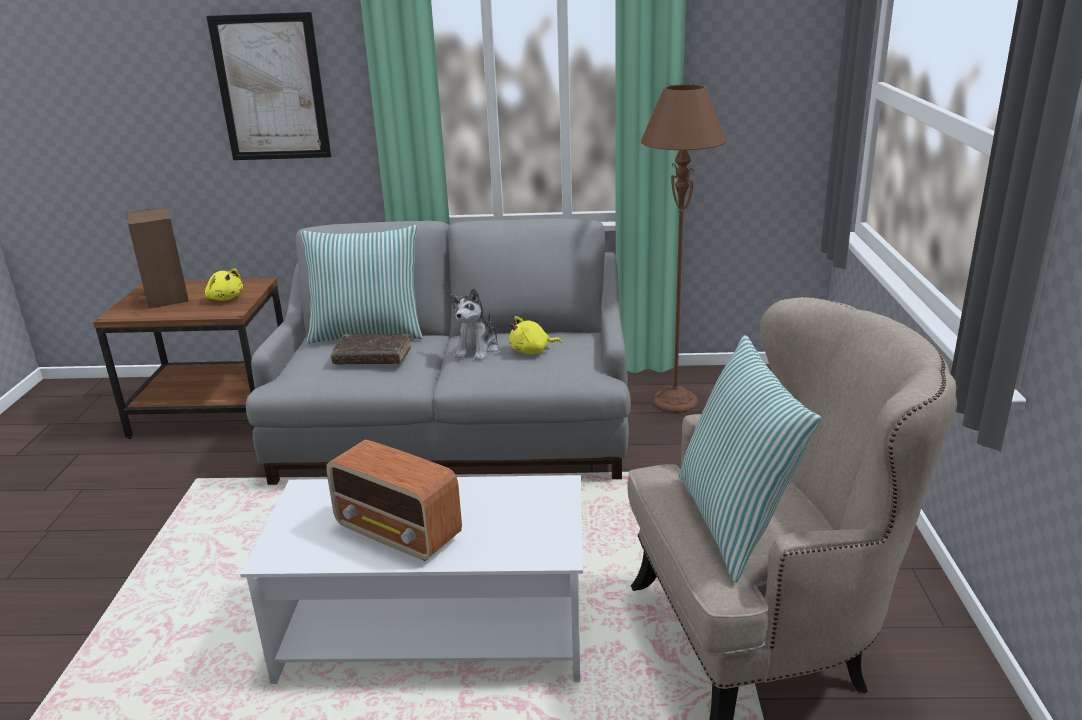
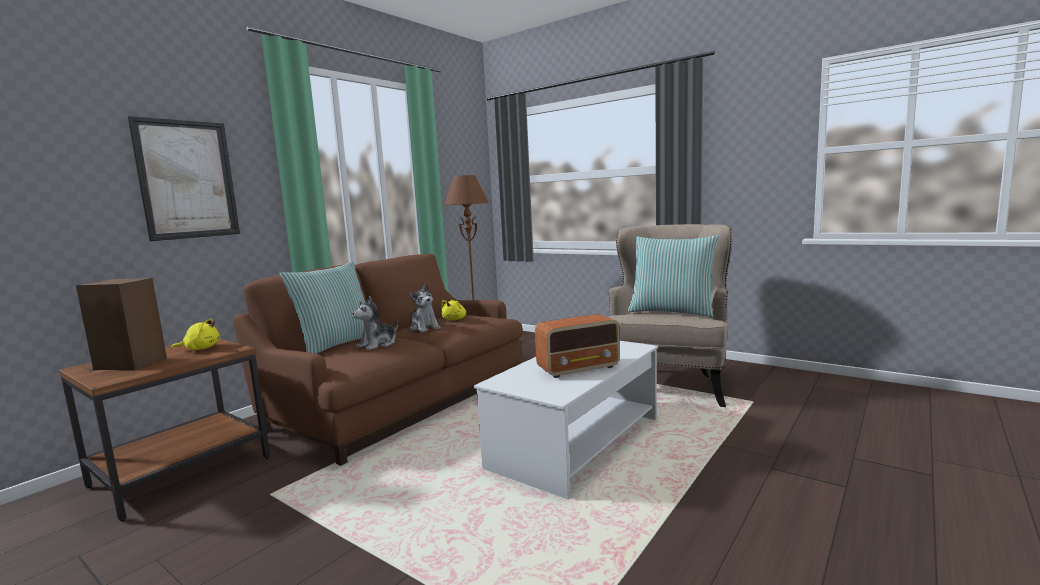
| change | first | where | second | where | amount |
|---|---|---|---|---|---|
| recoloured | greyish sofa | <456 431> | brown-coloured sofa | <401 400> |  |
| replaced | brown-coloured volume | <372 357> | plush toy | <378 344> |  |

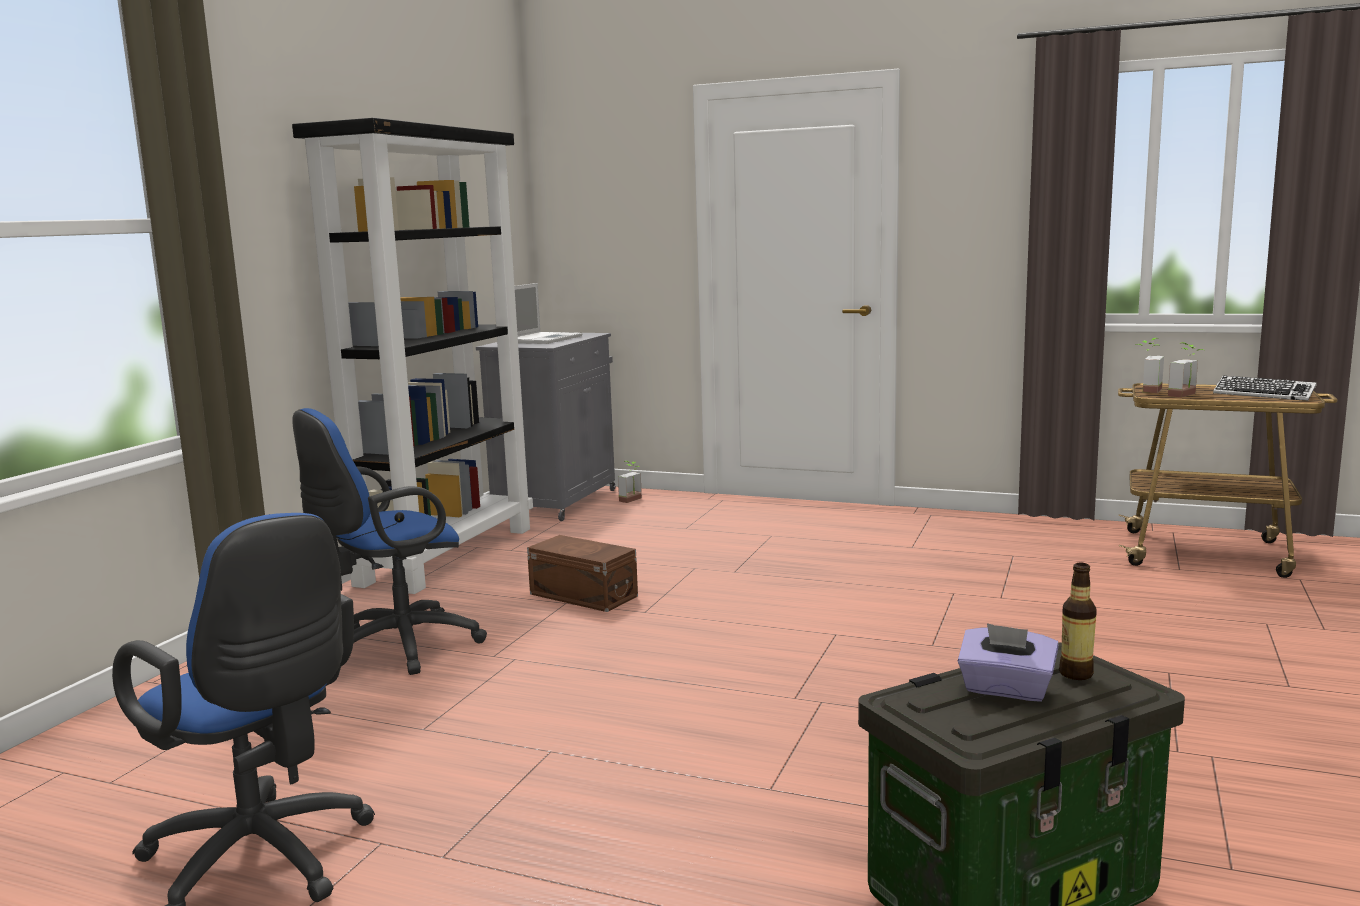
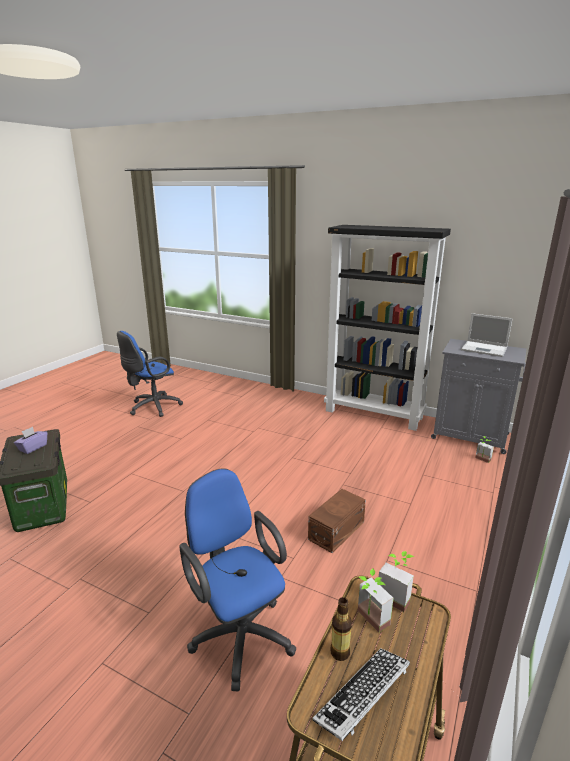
| change | first | where | second | where | amount |
|---|---|---|---|---|---|
| moved | blue-coloured office chair | <394 648> |  | <239 633> |  |
| moved | brown-coloured storage container | <583 596> |  | <335 530> |  |
| moved | beverage bottle | <1076 674> |  | <340 652> |  |

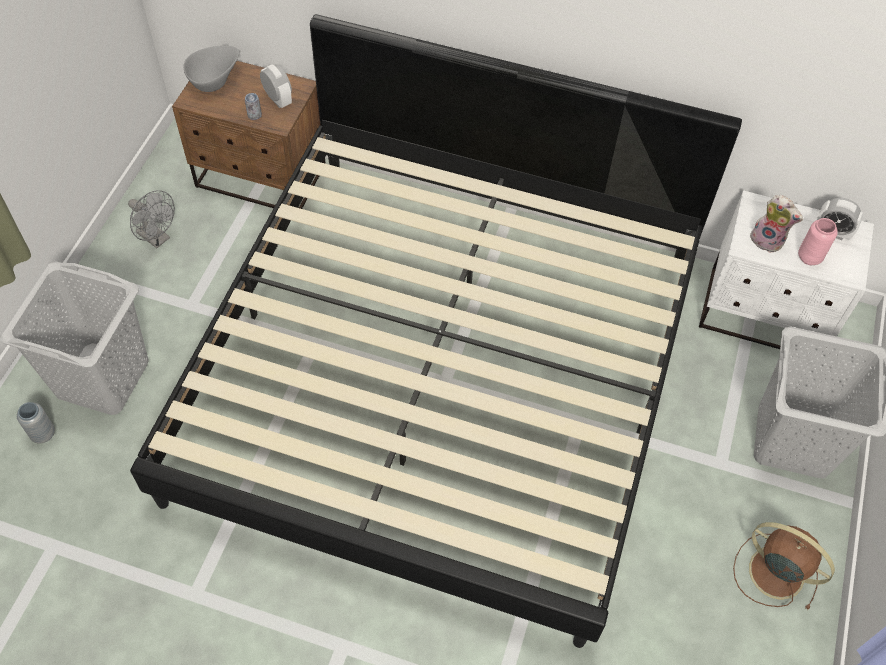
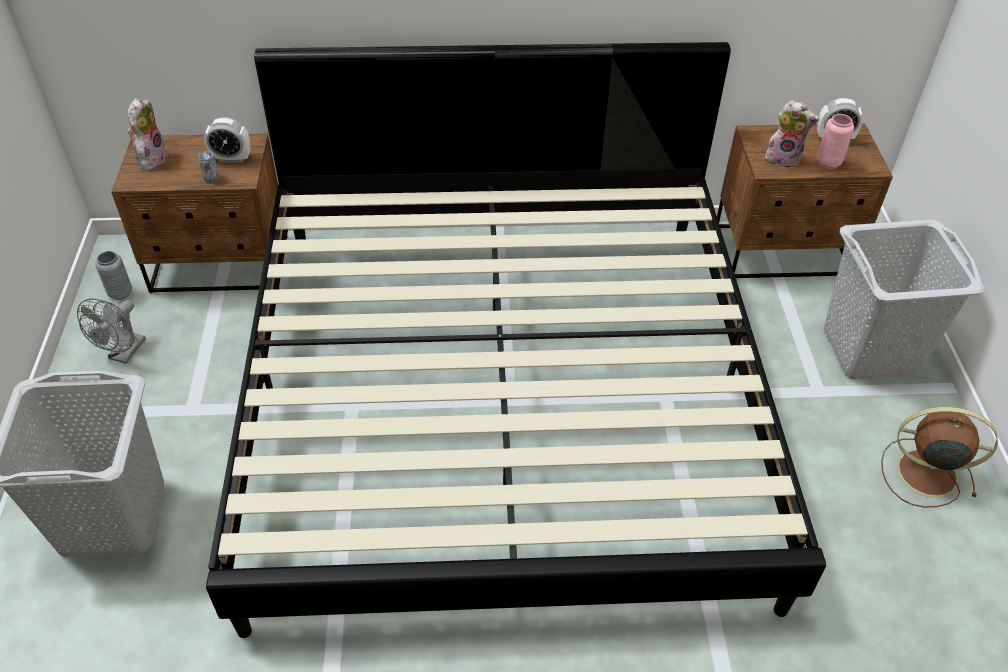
| change | first | where | second | where | amount |
|---|---|---|---|---|---|
| moved | greyish decorative vase | <43 434> |  | <120 293> |  |
| turned | greyish cooling fan | <157 238> |  | <124 354> | 90 degrees clockwise |
| replaced | greyish bowl | <214 81> | plush toy | <151 158> |  |
| turned | bedside clock | <278 99> |  | <231 158> | 150 degrees clockwise |
| recoloured | whitish nightstand | <765 315> | brown-coloured nightstand | <783 252> |  |

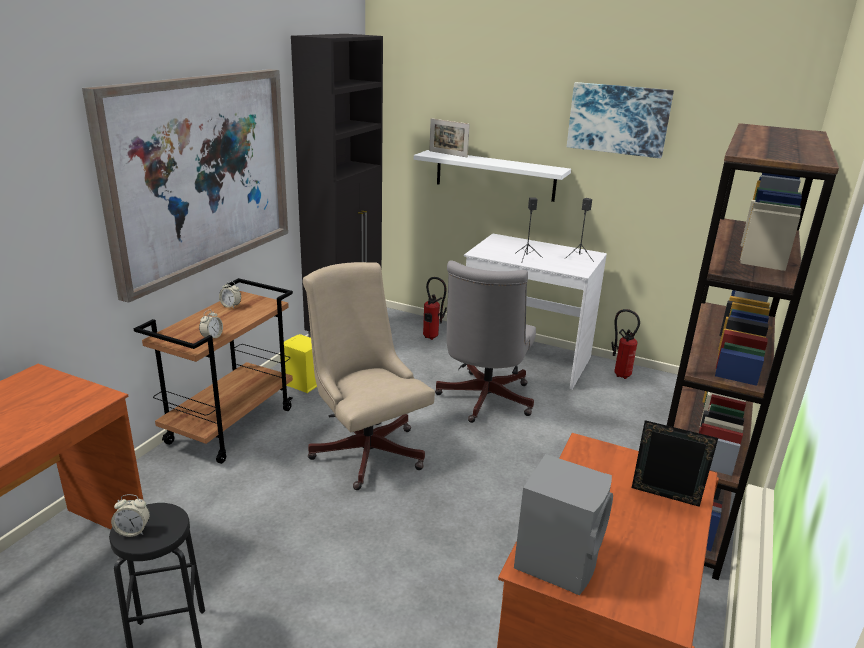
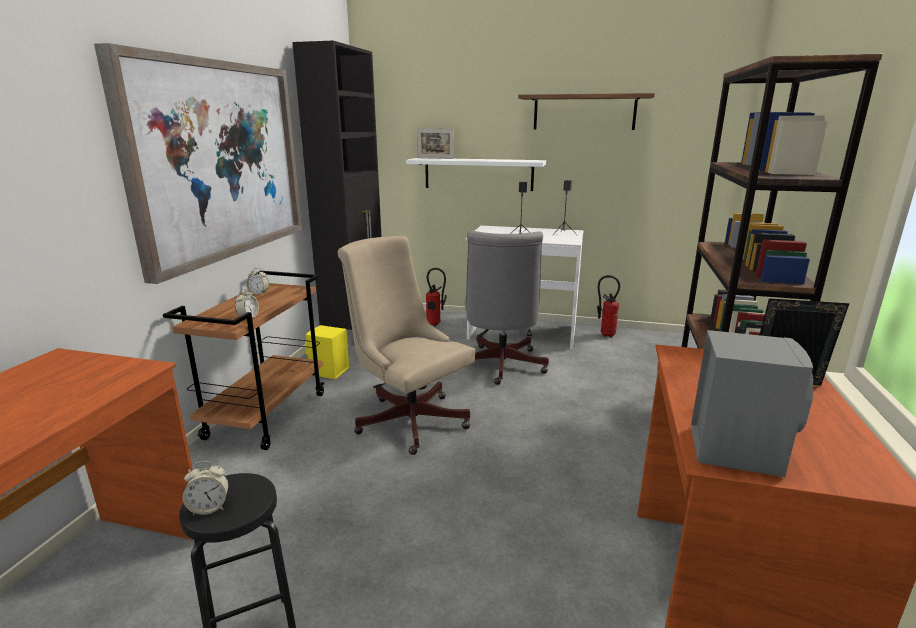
| change | first | where | second | where | amount |
|---|---|---|---|---|---|
| replaced | wall picture | <618 119> | bracket shelf | <584 112> |  |

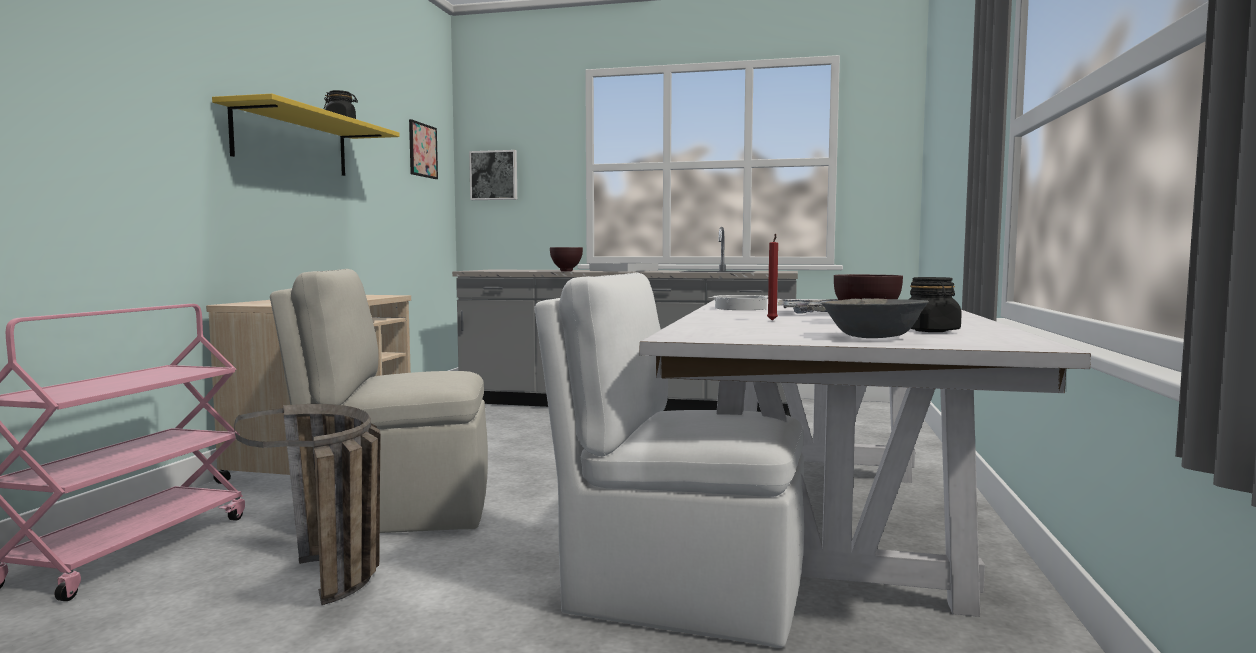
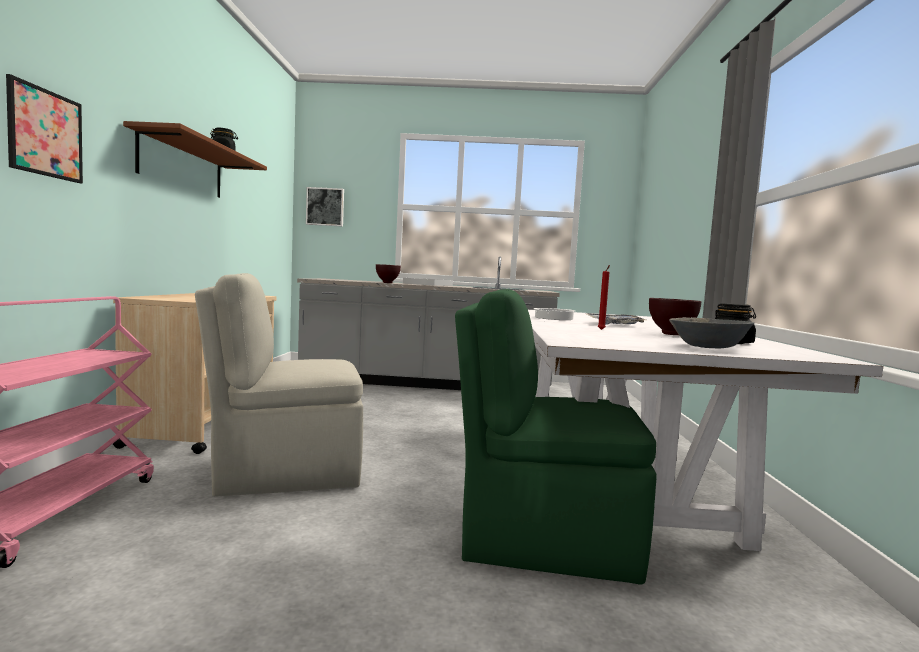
| change | first | where | second | where | amount |
|---|---|---|---|---|---|
| recoloured | yellow-coloured bracket shelf | <292 142> | brown-coloured bracket shelf | <182 166> |  |
| removed | household basket | <335 588> |  |  |  |
| moved | wall picture | <422 150> |  | <45 133> |  |
| recoloured | whitish chair | <680 592> | green-coloured chair | <543 538> |  |

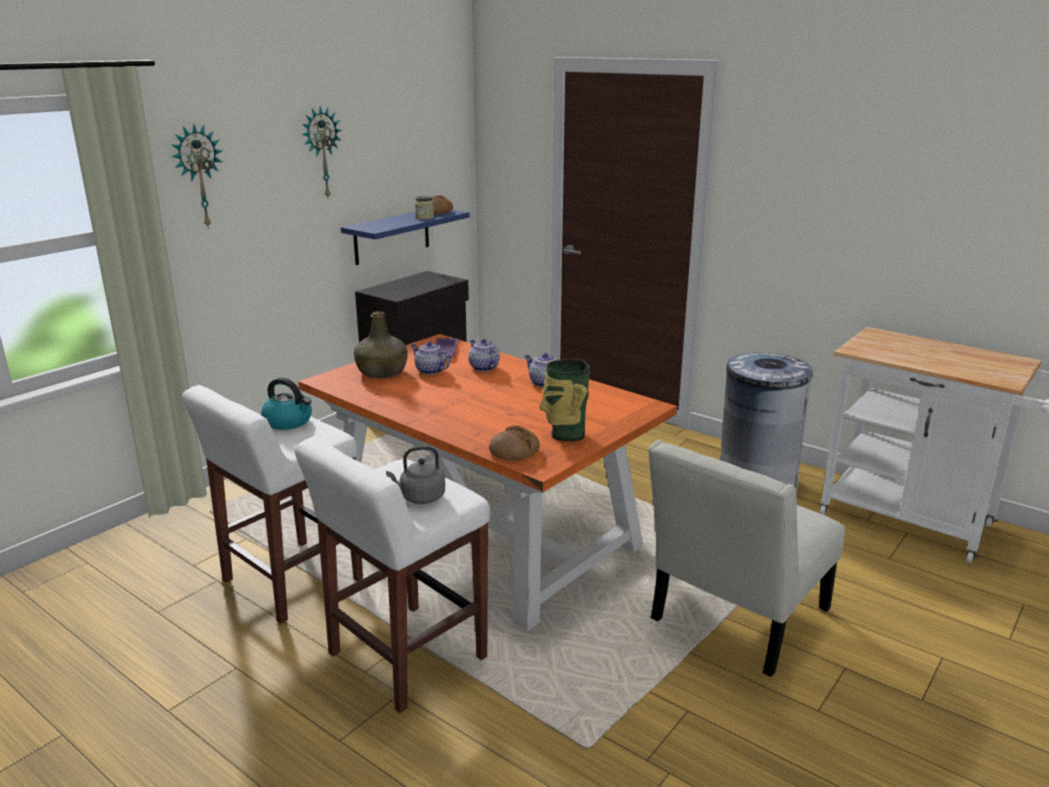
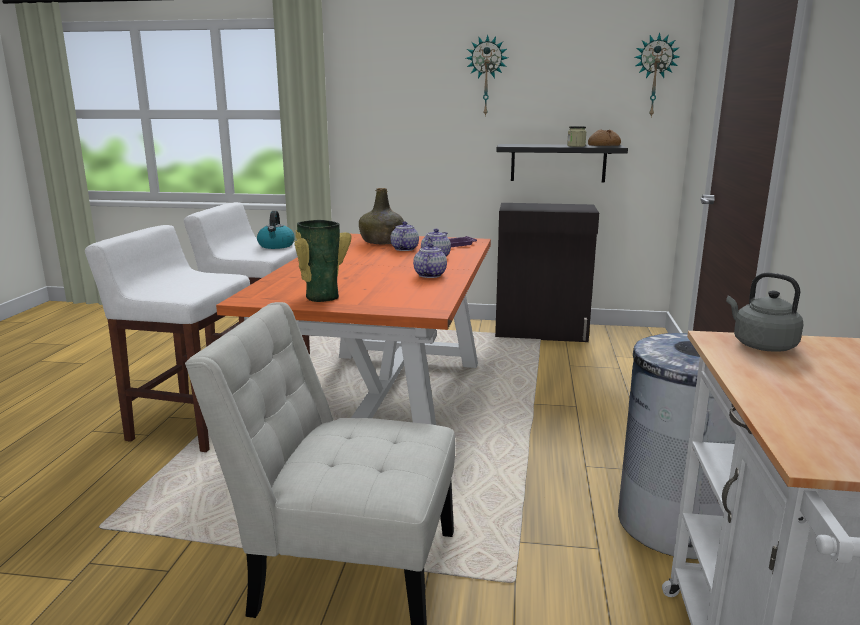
| change | first | where | second | where | amount |
|---|---|---|---|---|---|
| moved | hanging clock | <198 176> |  | <654 76> |  |
| recoloured | blue-coloured bracket shelf | <392 236> | black bracket shelf | <558 163> |  |
| moved | greyish tea kettle | <420 497> |  | <760 345> |  |
| removed | baked bread | <514 451> |  |  |  |

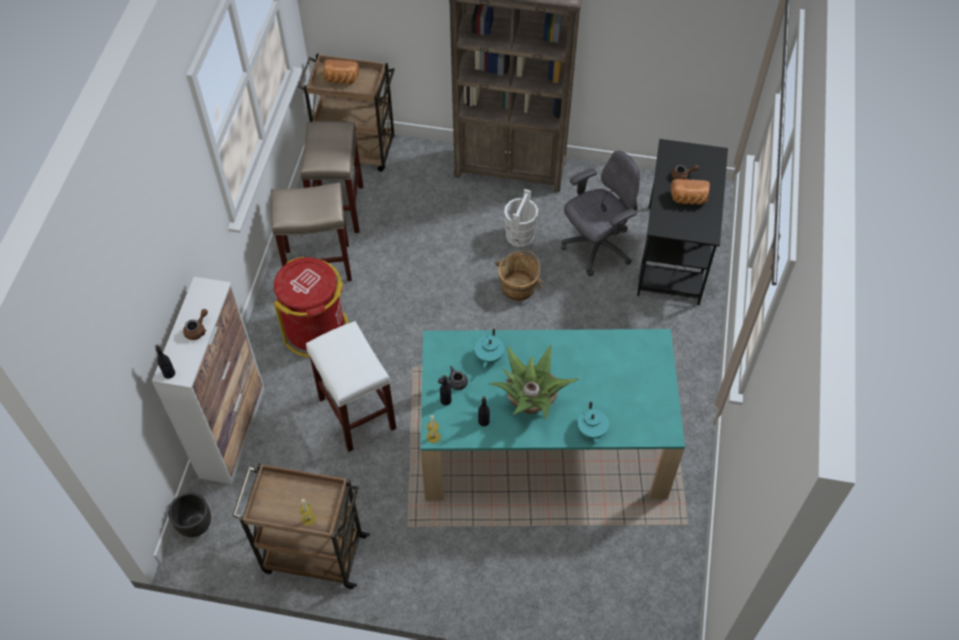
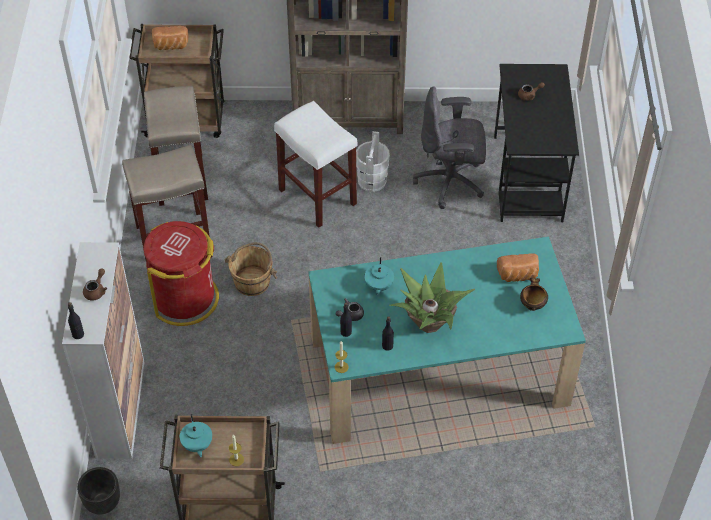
| change | first | where | second | where | amount |
|---|---|---|---|---|---|
| moved | whitish stool | <356 413> |  | <316 196> |  |
| moved | brown-coloured water bucket | <518 286> |  | <252 281> |  |
| turned | greyish office chair | <596 247> |  | <451 182> | 135 degrees counterclockwise |
| moved | turquoise tea pot | <591 431> |  | <197 445> |  |
| moved | baked bread | <688 199> |  | <517 276> |  |
| added |  |  | bowl | <532 305> |  |

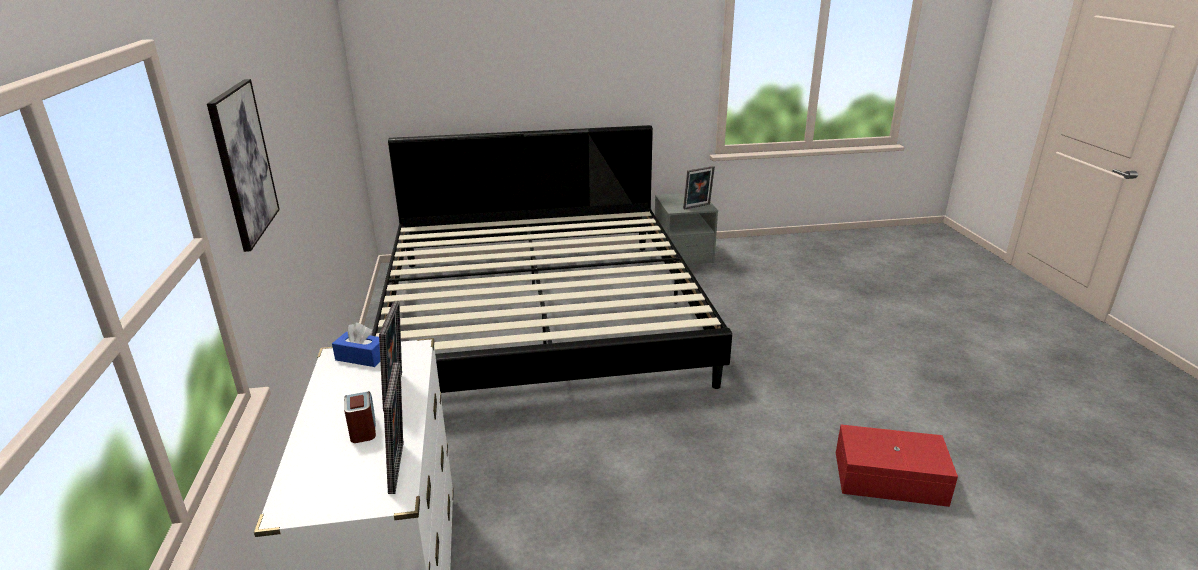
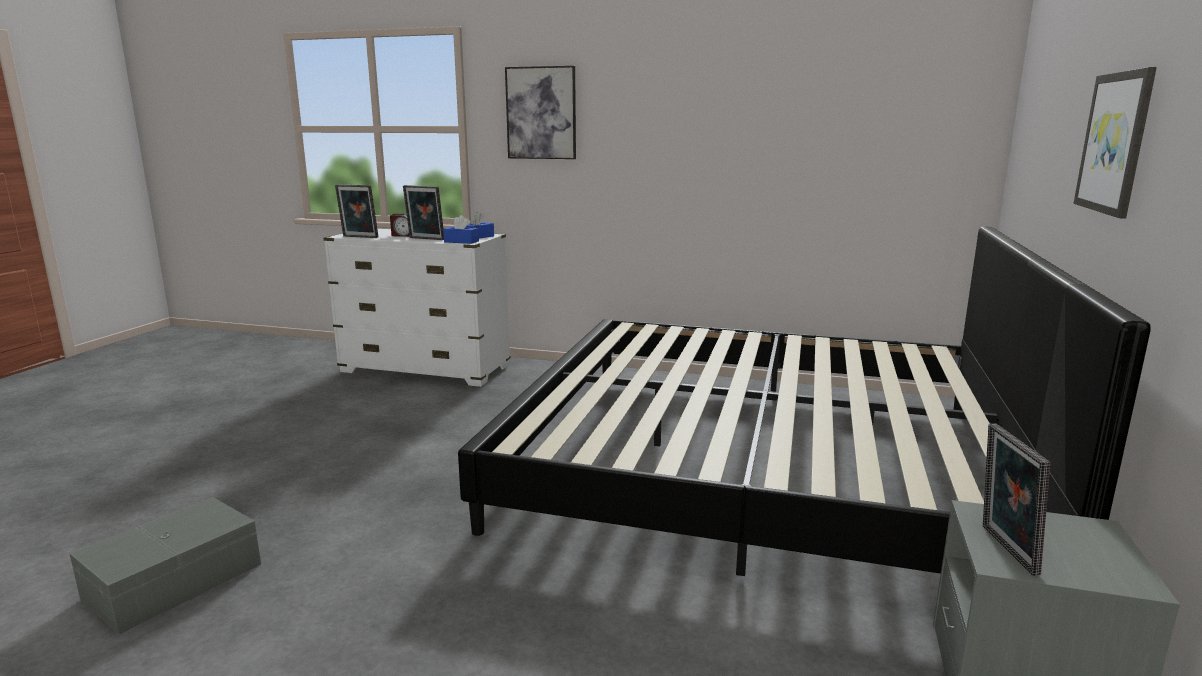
| change | first | where | second | where | amount |
|---|---|---|---|---|---|
| recoloured | red storage container | <888 477> | greyish storage container | <176 581> |  |
| added |  |  | blue-coloured tissue holder | <461 241> |  |
| added |  |  | wall picture | <1115 142> |  |

